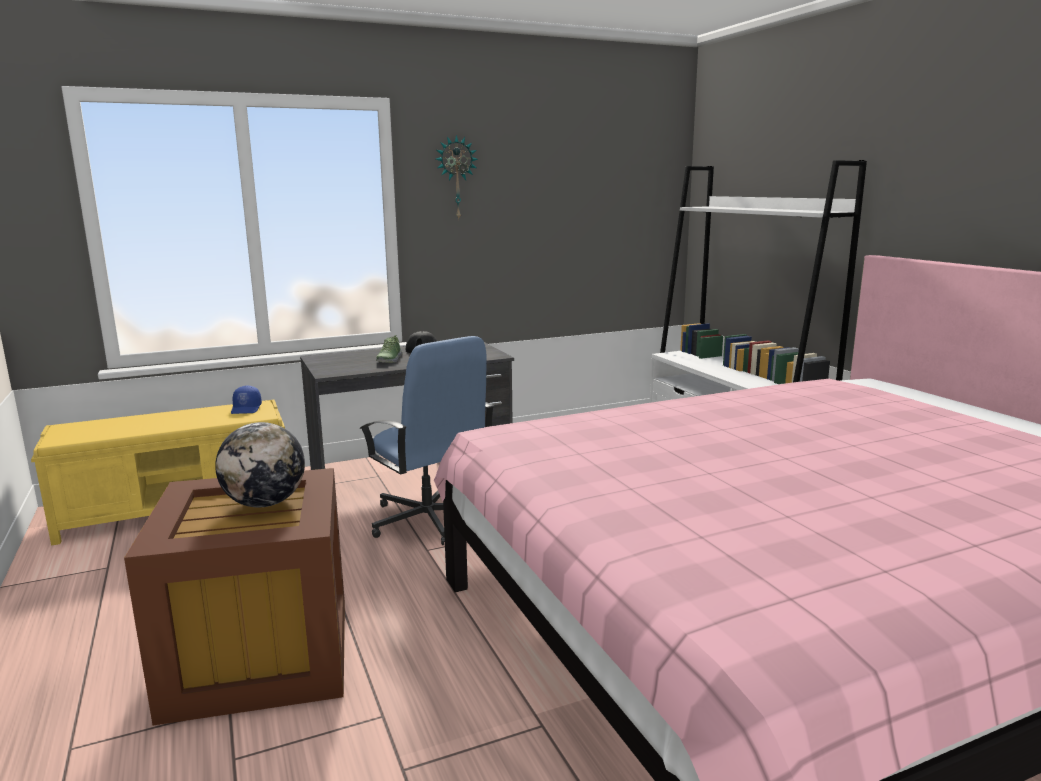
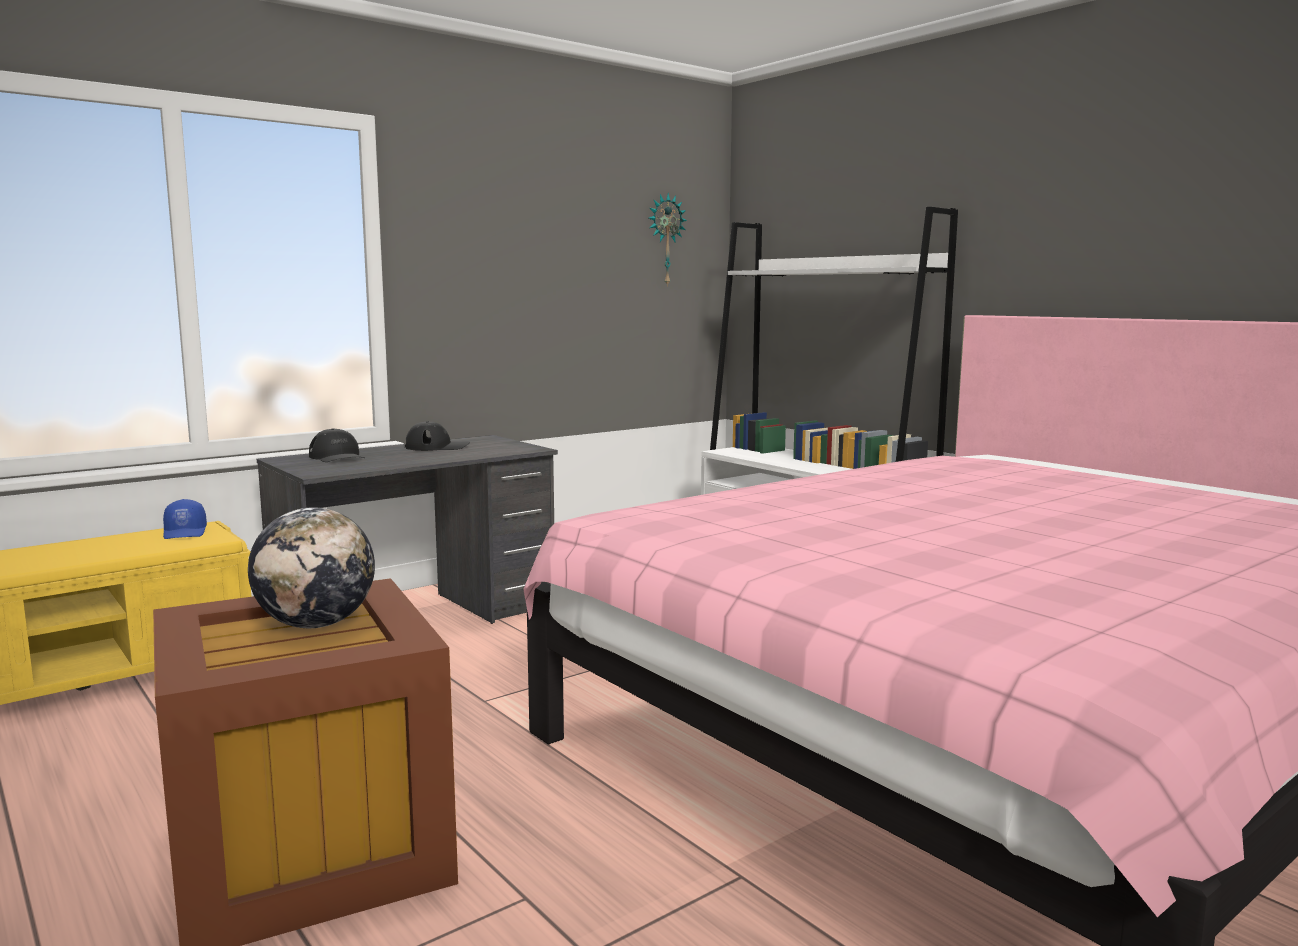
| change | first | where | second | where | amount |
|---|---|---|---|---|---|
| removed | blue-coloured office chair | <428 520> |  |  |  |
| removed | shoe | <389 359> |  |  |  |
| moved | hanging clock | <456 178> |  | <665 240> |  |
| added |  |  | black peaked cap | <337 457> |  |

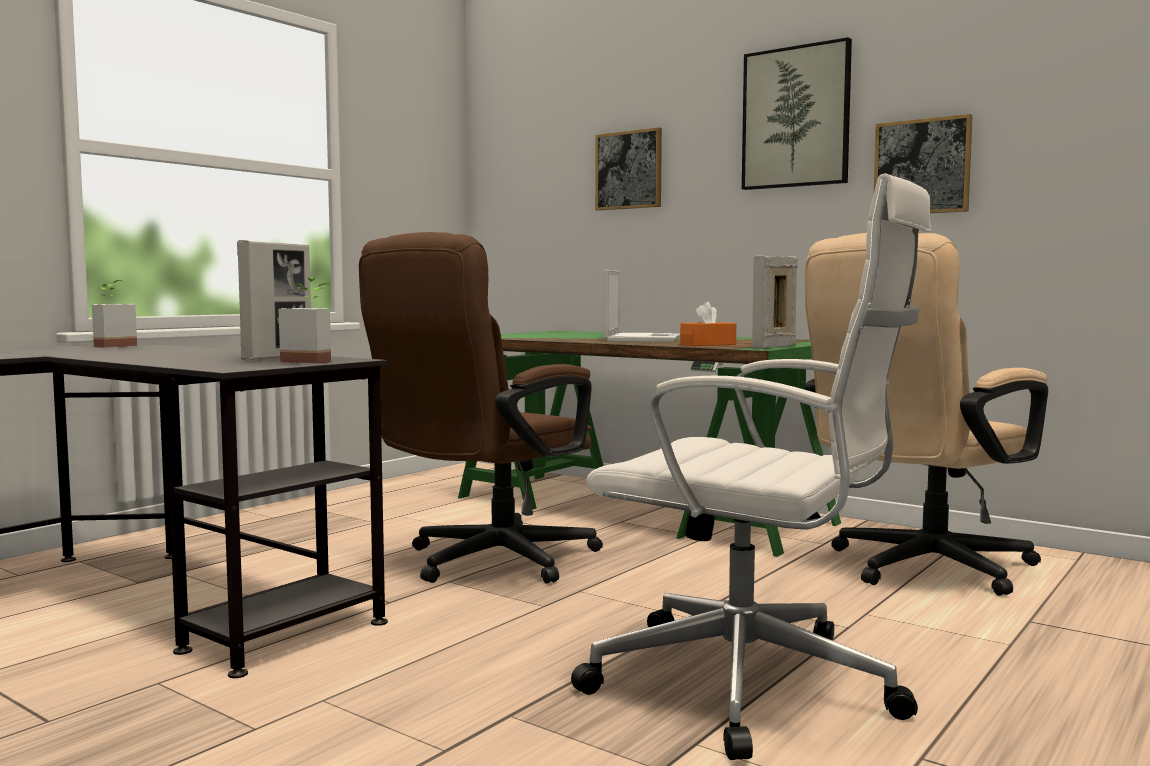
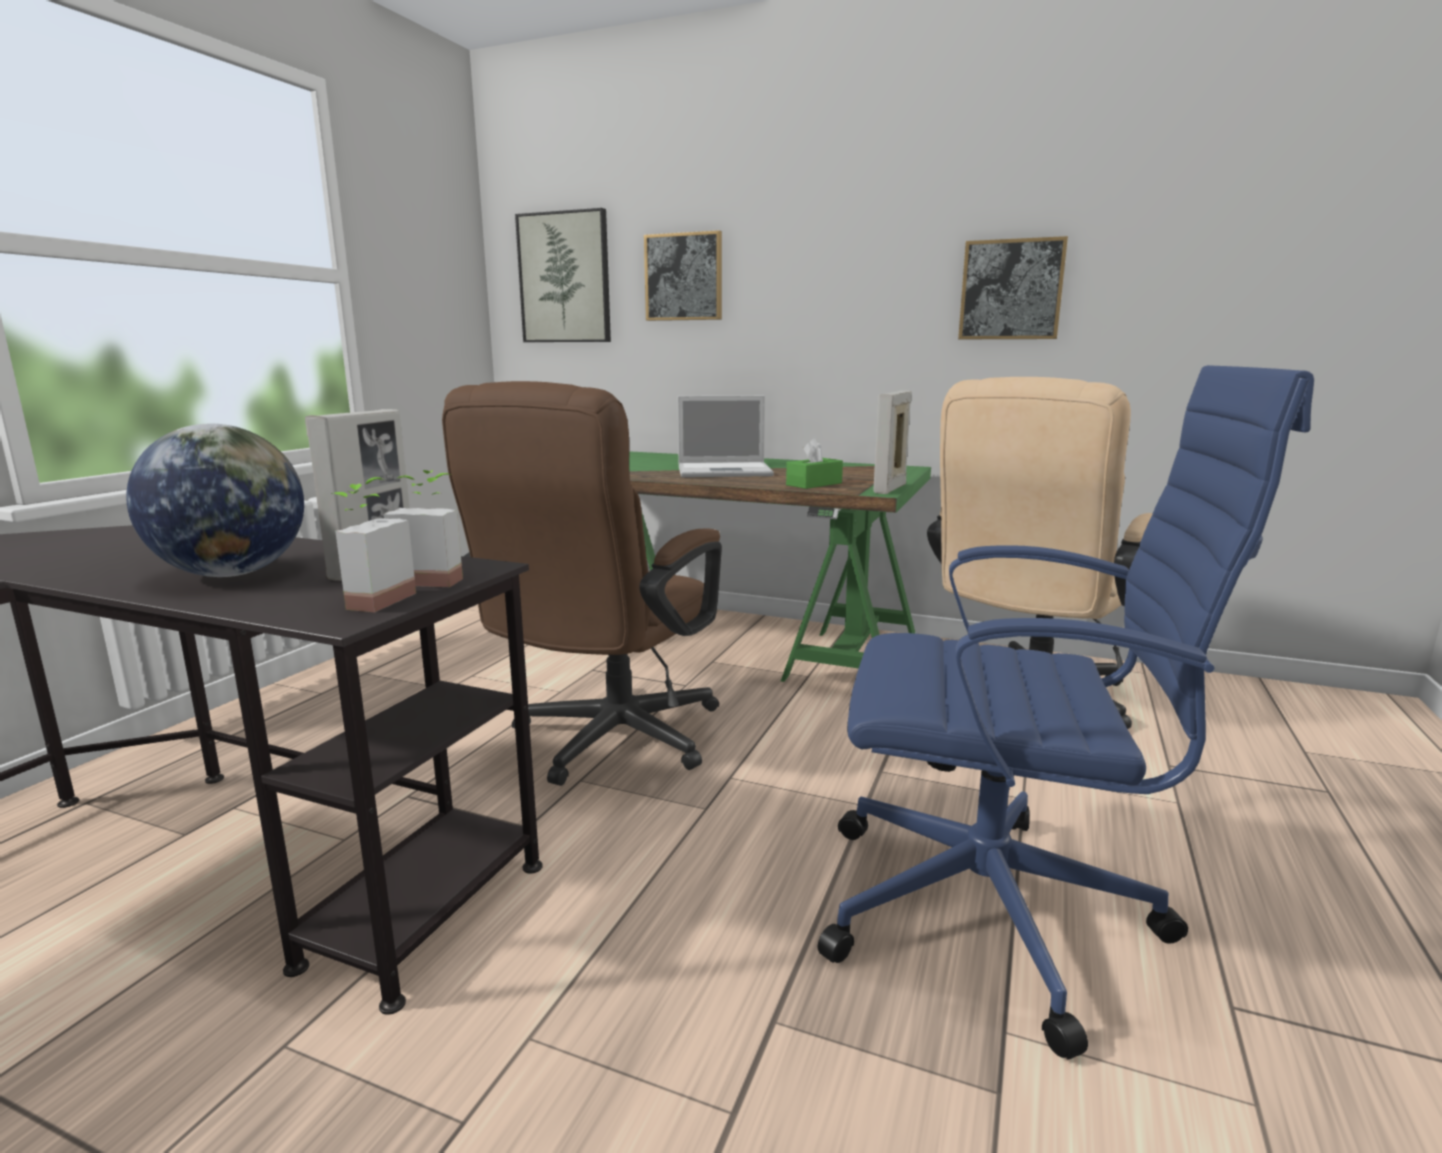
| change | first | where | second | where | amount |
|---|---|---|---|---|---|
| moved | potted plant | <111 346> |  | <370 600> |  |
| recoloured | whitish office chair | <752 686> | blue-coloured office chair | <997 913> |  |
| turned | portable computer | <642 339> |  | <726 471> | 90 degrees clockwise |
| recoloured | orange tissue holder | <708 344> | green-coloured tissue holder | <814 484> |  |
| moved | wall picture | <796 117> |  | <565 278> |  |
| added |  |  | world globe | <232 574> |  |

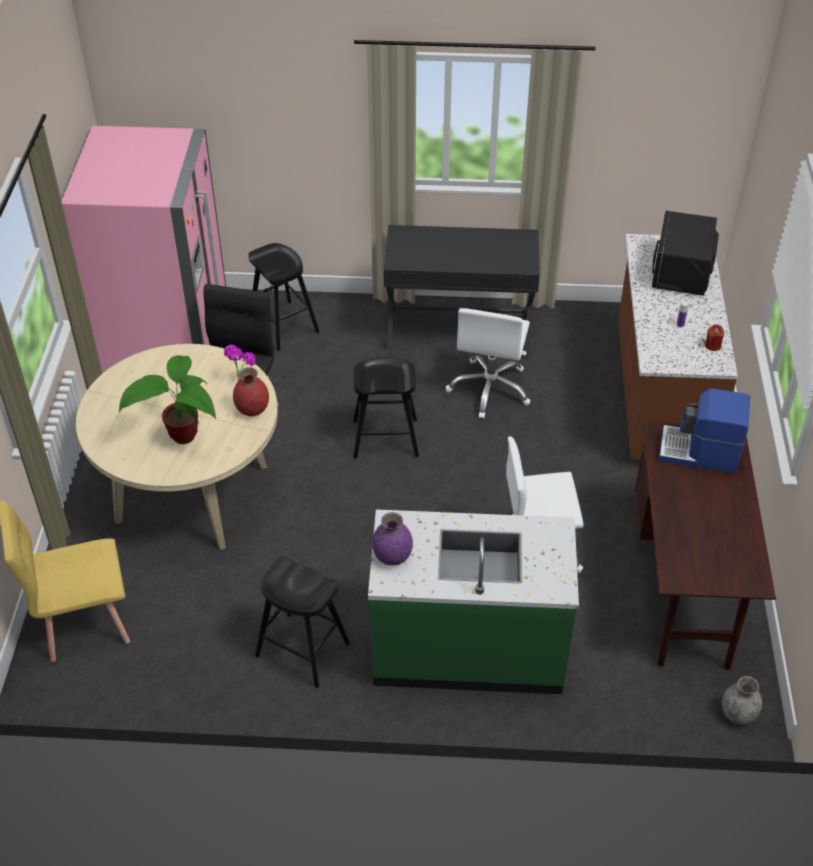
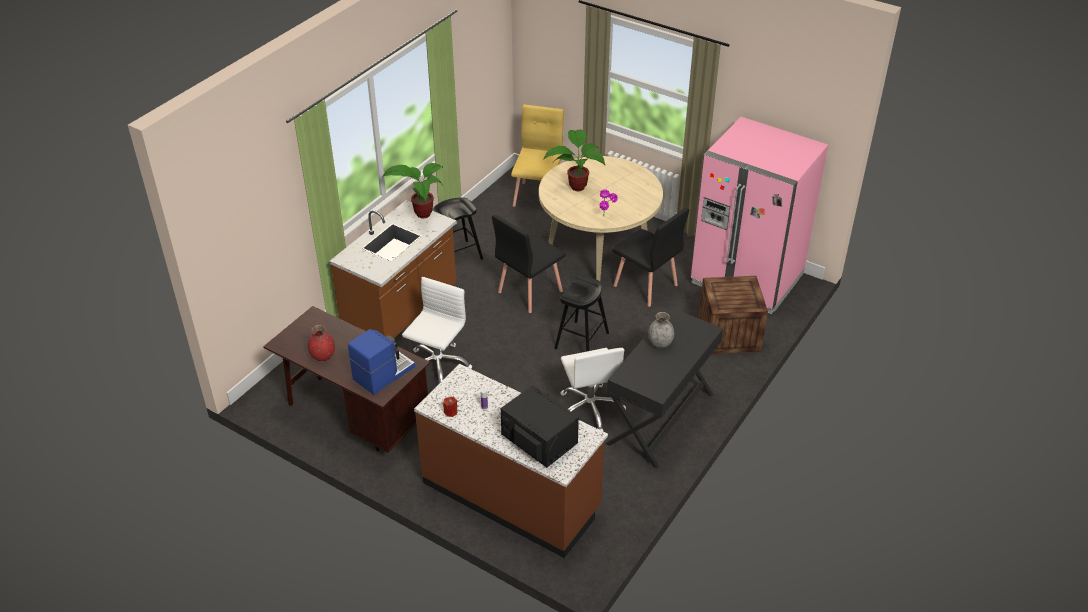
| change | first | where | second | where | amount |
|---|---|---|---|---|---|
| moved | red decorative vase | <252 409> |  | <323 356> |  |
| replaced | black stool | <284 325> | packing crate | <729 334> |  |
| recoloured | green-coloured counter | <468 648> | brown-coloured counter | <401 311> |  |
| replaced | purple decorative vase | <392 556> | potted plant | <420 214> |  |
| turned | whitish office chair | <490 388> |  | <590 409> | 150 degrees counterclockwise |
| moved | greyish decorative vase | <737 714> |  | <660 343> |  |
| added |  |  | black chair | <529 291> |  |

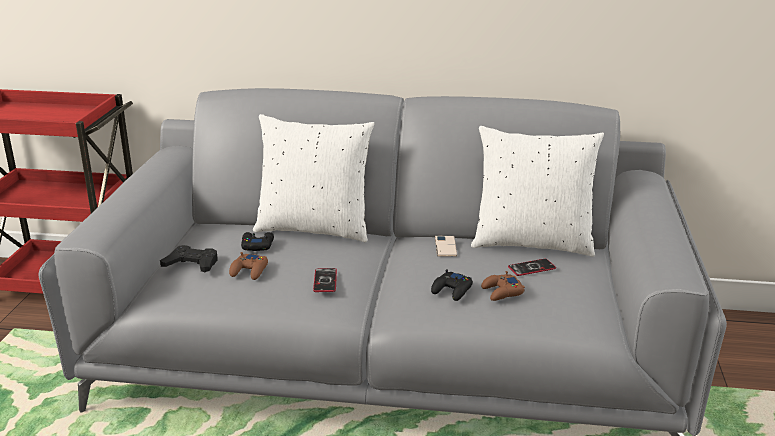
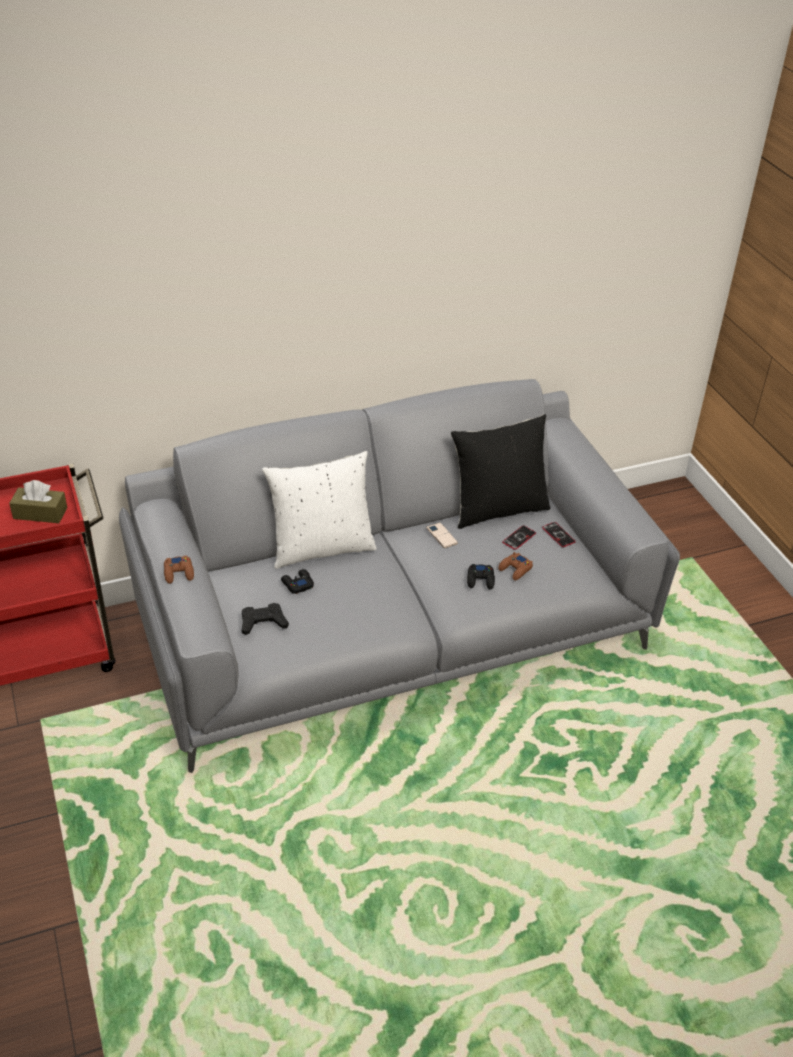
| change | first | where | second | where | amount |
|---|---|---|---|---|---|
| moved | brown-coloured joypad | <249 271> |  | <179 573> |  |
| moved | handset | <325 281> |  | <558 535> |  |
| recoloured | whitish throw pillow | <532 243> | black throw pillow | <498 509> |  |
| added |  |  | brown-coloured tissue holder | <40 513> |  |

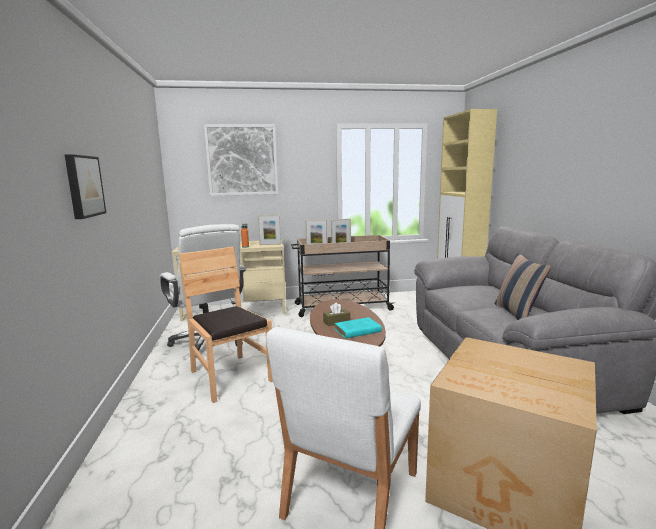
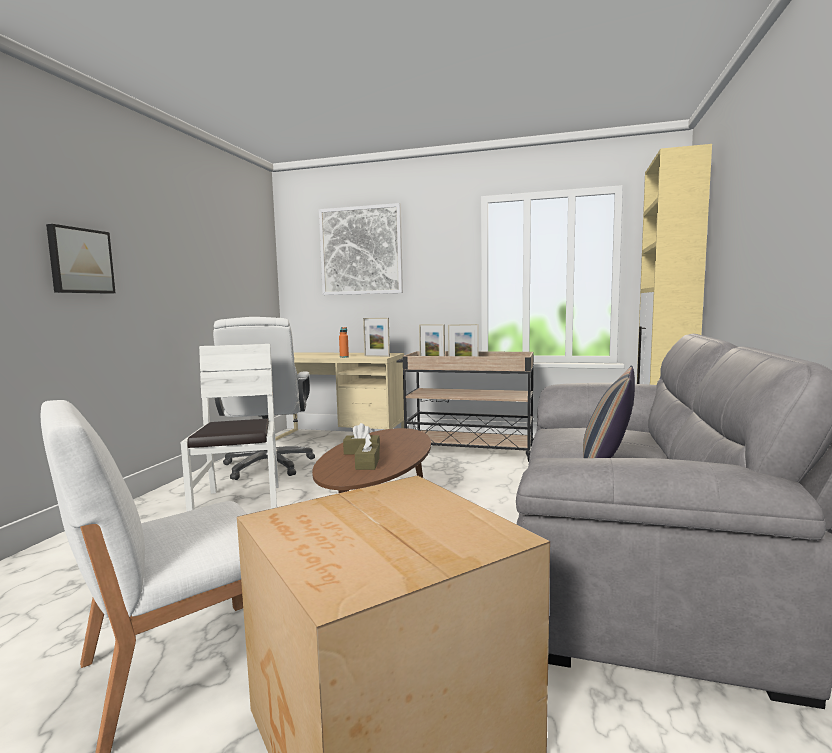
| change | first | where | second | where | amount |
|---|---|---|---|---|---|
| recoloured | brown-coloured chair | <230 376> | whitish chair | <240 504> |  |
| replaced | turquoise volume | <356 331> | brown-coloured tissue holder | <367 464> |  |

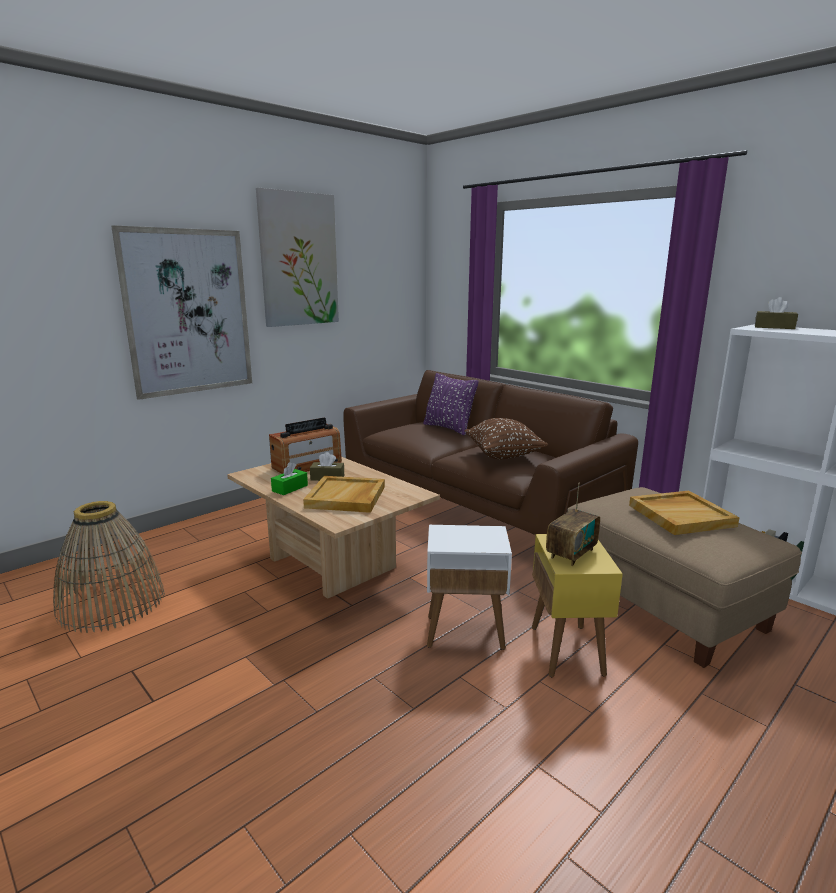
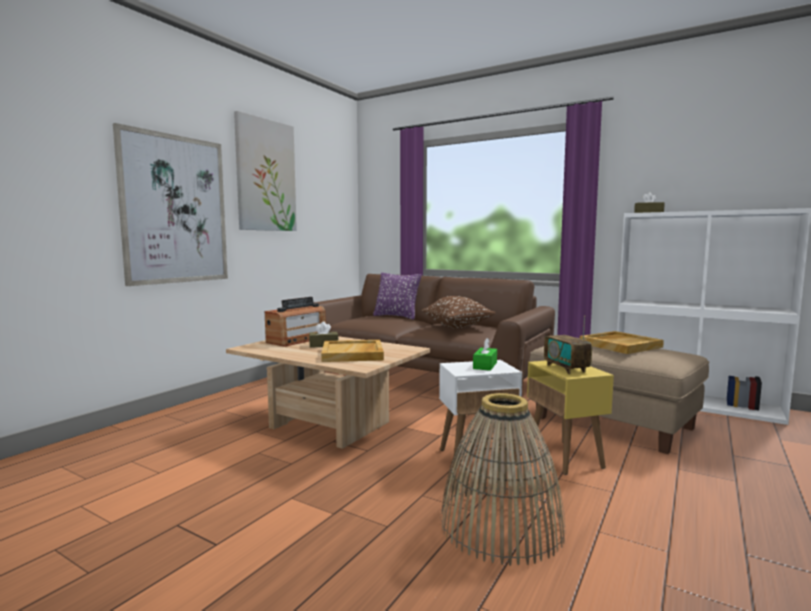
| change | first | where | second | where | amount |
|---|---|---|---|---|---|
| moved | household basket | <111 603> |  | <501 525> |  |
| moved | green-coloured tissue holder | <290 488> |  | <485 365> |  |
| turned | radio set | <571 553> |  | <566 368> | 135 degrees clockwise |

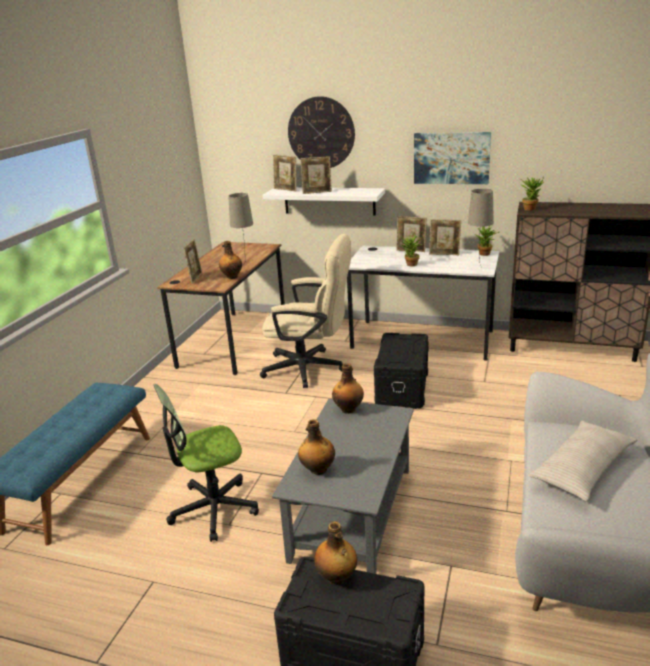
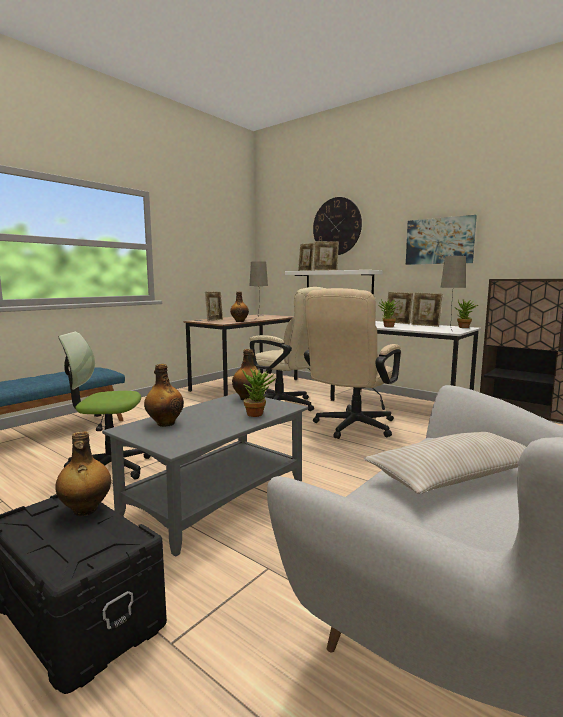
| change | first | where | second | where | amount |
|---|---|---|---|---|---|
| replaced | black storage container | <401 388> | sand-coloured office chair | <351 428> |  |
| moved | potted plant | <530 208> |  | <258 414> |  |

